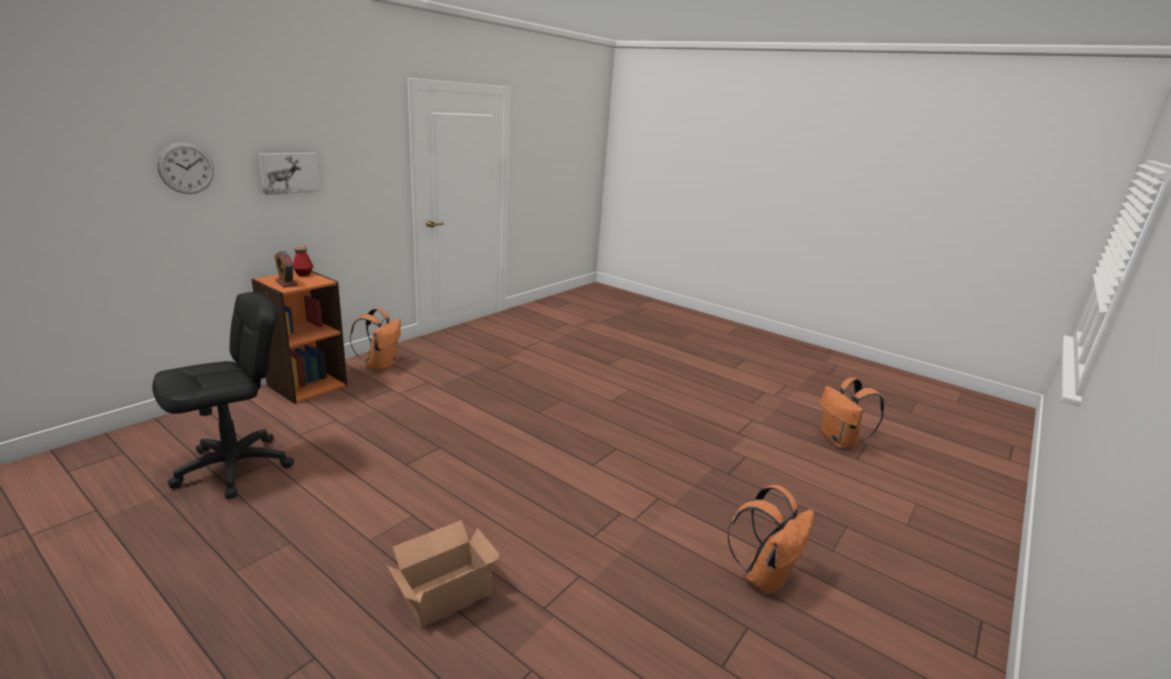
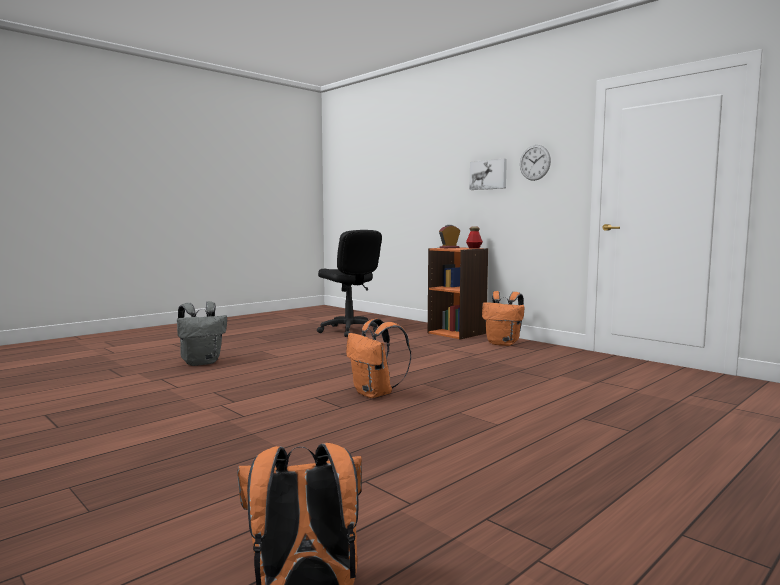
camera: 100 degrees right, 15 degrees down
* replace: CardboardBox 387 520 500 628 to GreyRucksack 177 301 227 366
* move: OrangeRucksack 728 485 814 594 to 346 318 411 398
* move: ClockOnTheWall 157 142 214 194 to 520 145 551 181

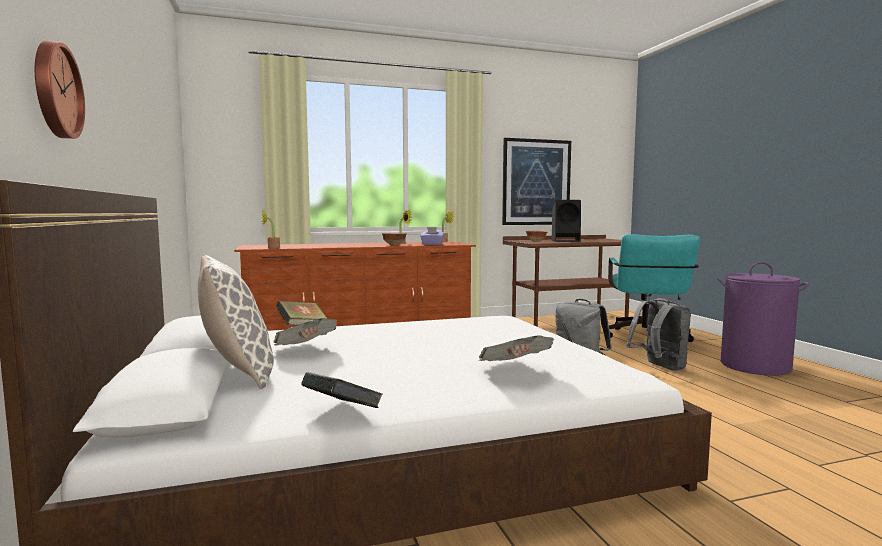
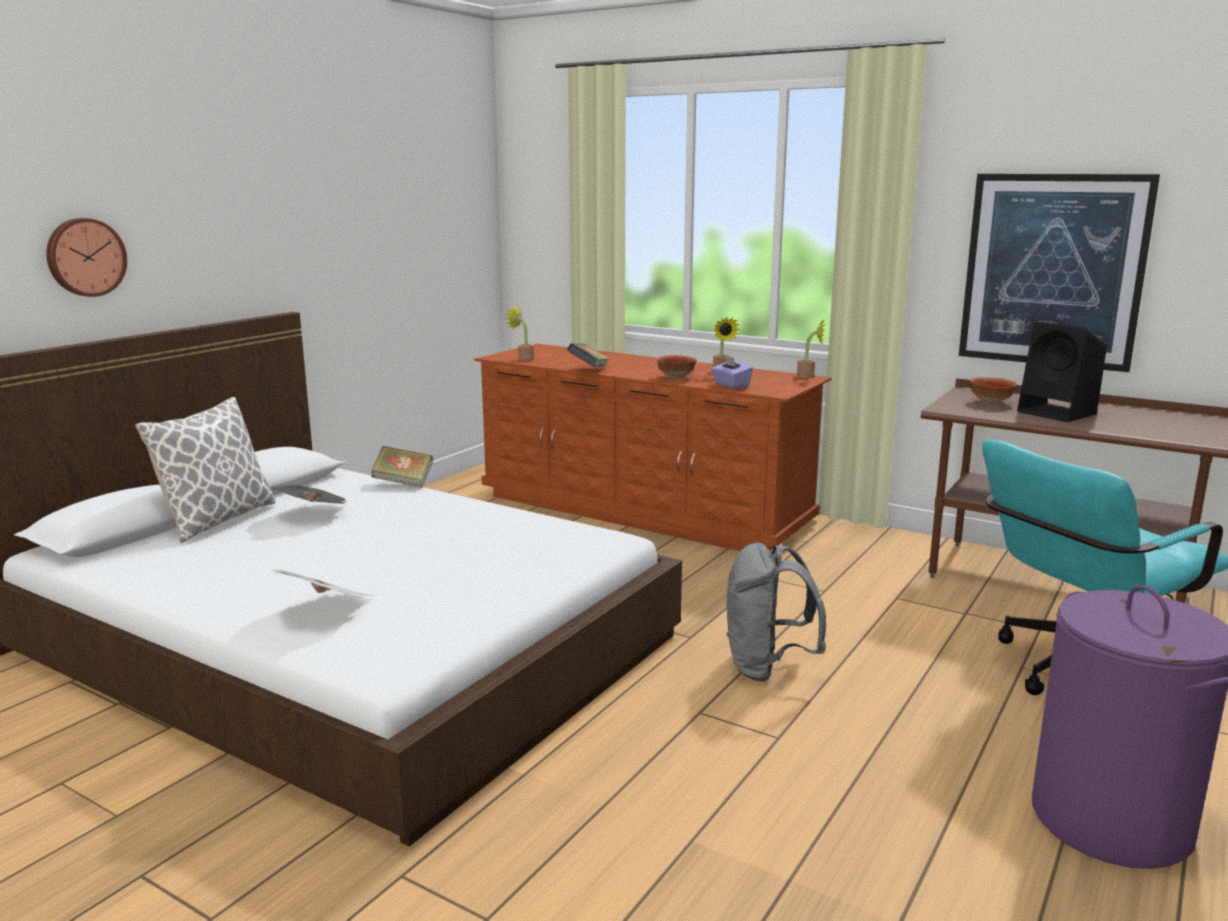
camera: 50 degrees right, 10 degrees up
* move: BoundBook 301 372 383 408 to 567 343 609 367
* delete: GreyRucksack 626 298 691 371

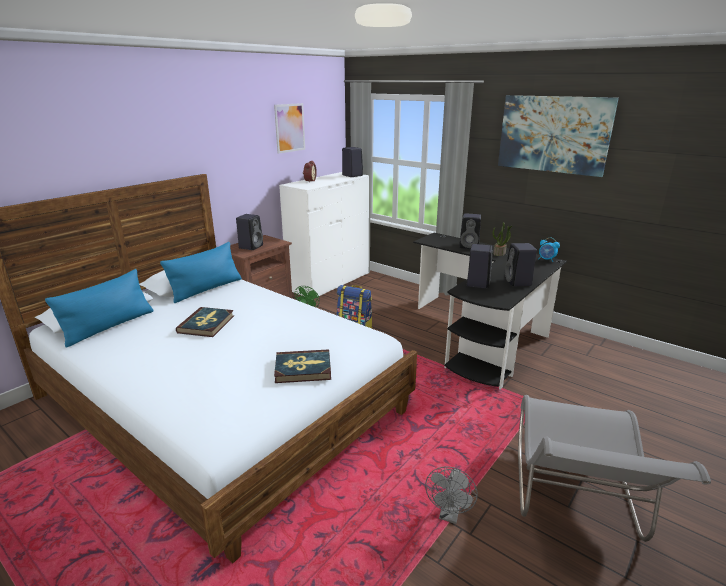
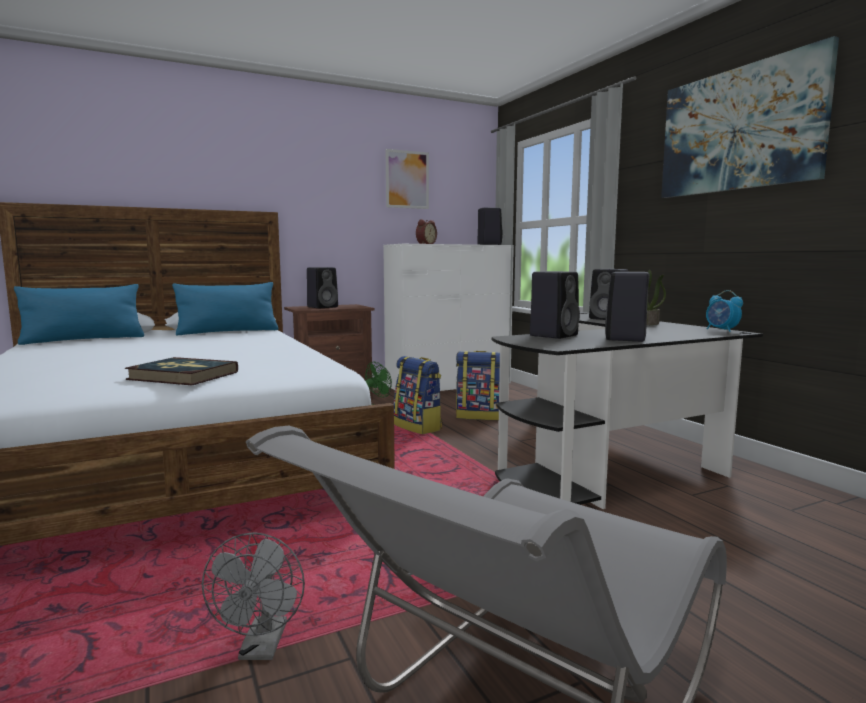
camera: 25 degrees right, 15 degrees down
* rotate: GreyCoolingFan 425 467 478 524 = 202 532 305 660 45 degrees counterclockwise
* insert: Rucksack 456 351 500 420
* delete: BoundBook 176 307 234 337

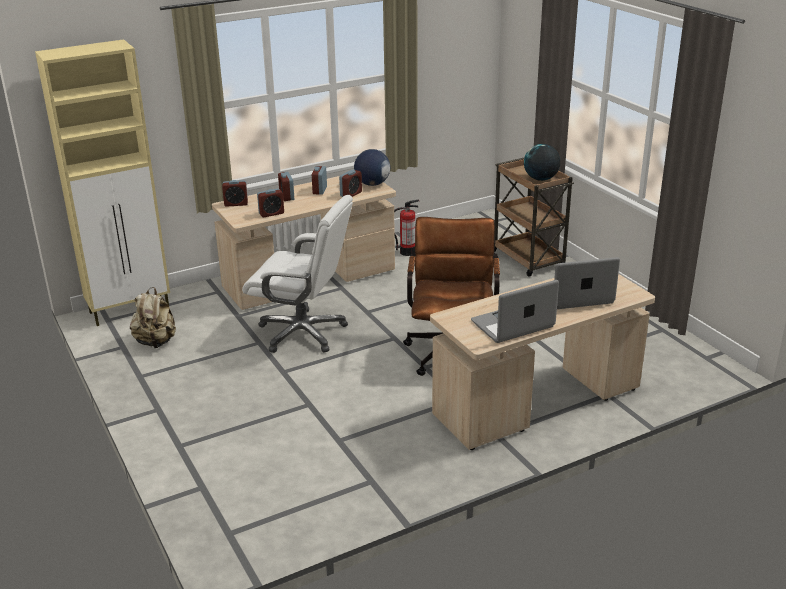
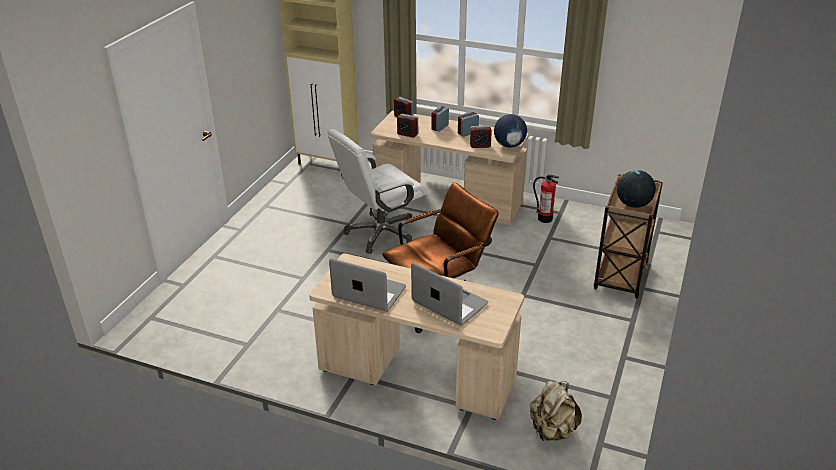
camera: 50 degrees right, 5 degrees up
* rotate: WhiteDeskChair 242 195 353 353 = 327 129 427 254 75 degrees clockwise
* move: SandColouredRucksack 130 287 176 348 to 530 380 582 441

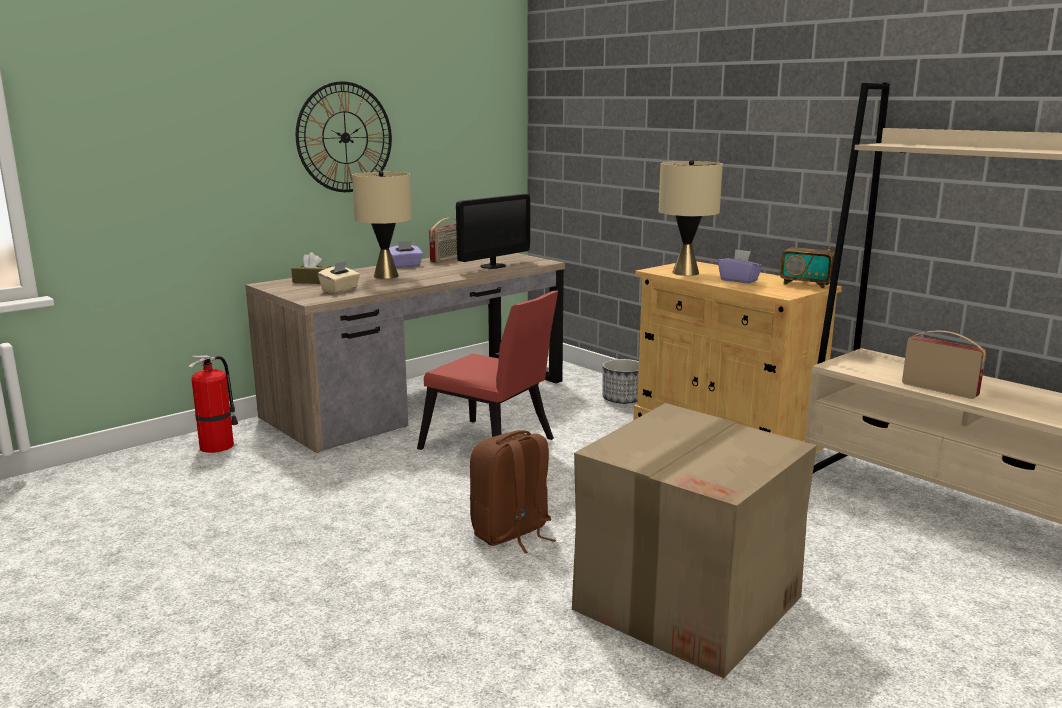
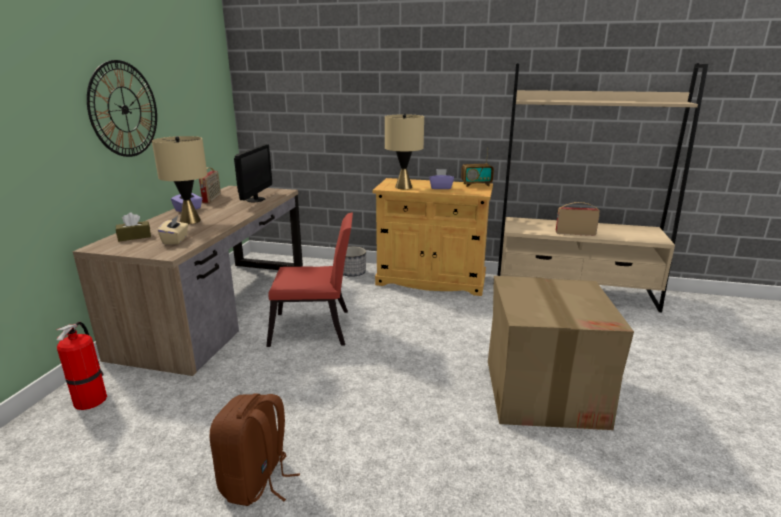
camera: 35 degrees left, 5 degrees up
* move: BrownColouredRucksack 470 430 556 553 to 210 393 300 506

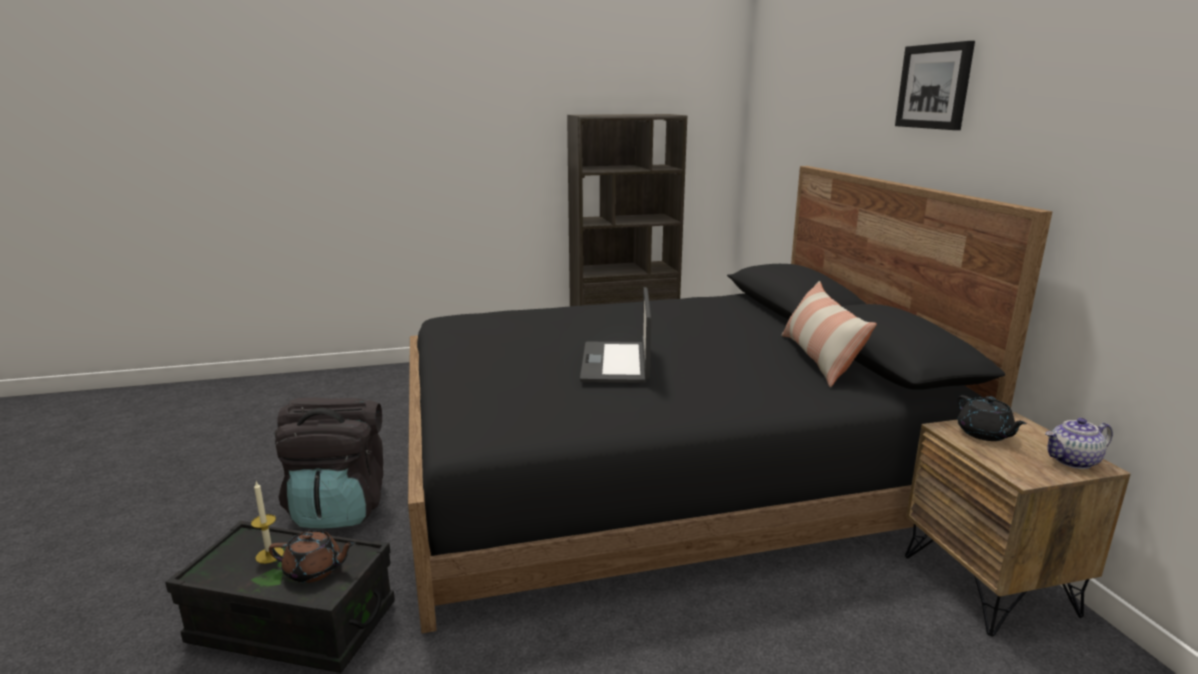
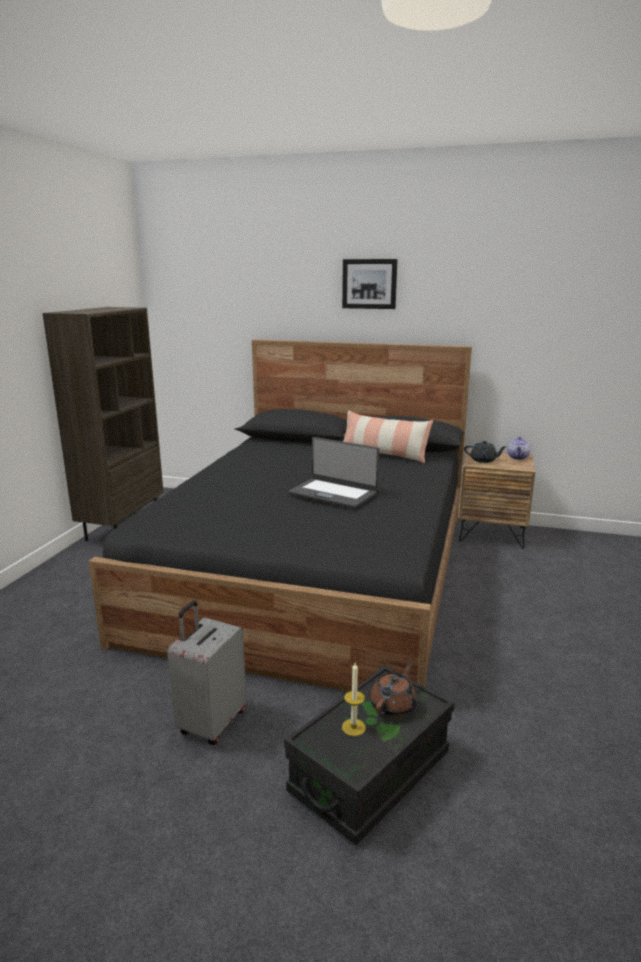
camera: 60 degrees left, 0 degrees up
* replace: BlackRucksack 274 397 383 528 to GreyTravelCase 167 600 246 745

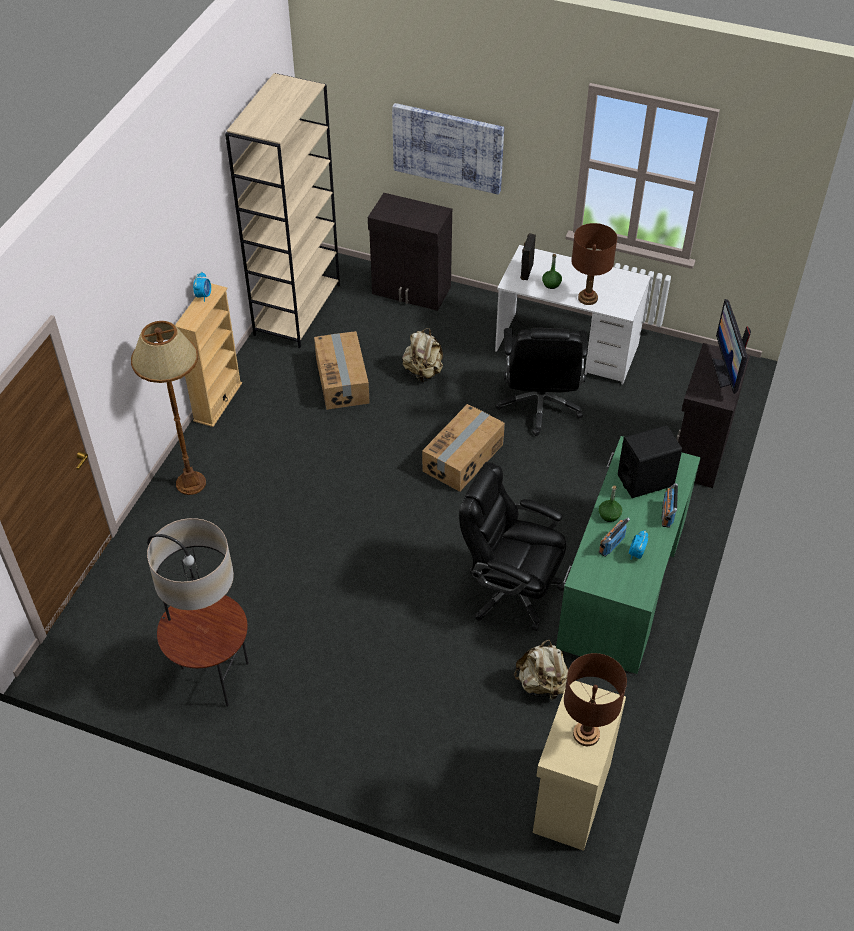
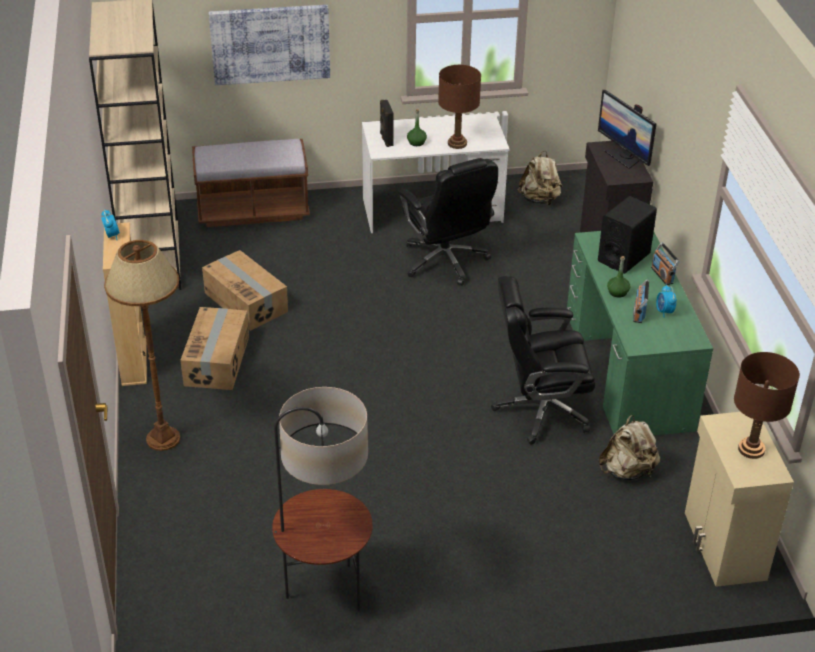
camera: 30 degrees left, 10 degrees down
* move: CardboardBox 422 404 505 492 to 180 307 249 390
* replace: BlackCupboard 368 193 452 311 to BrownColouredIndoorBench 192 139 310 227
* move: SandColouredRucksack 402 328 443 382 to 518 151 563 205

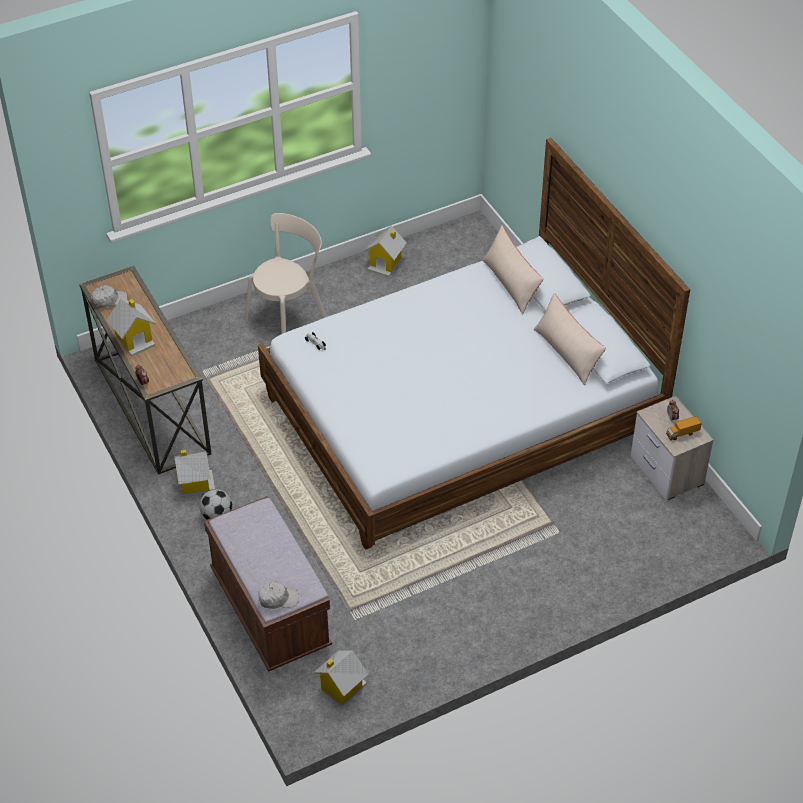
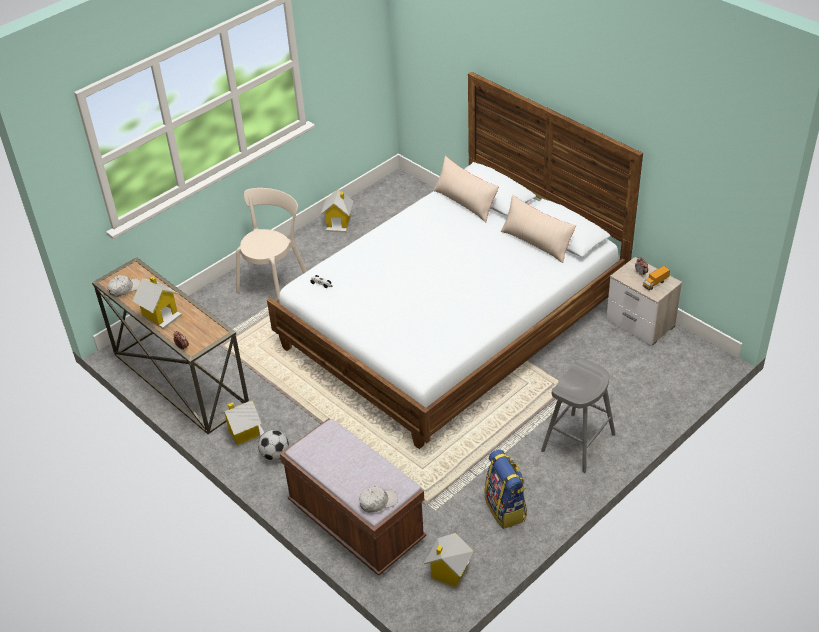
camera: 15 degrees left, 5 degrees down
* insert: Rucksack 484 449 527 529
* insert: GreyStoolSeat 541 359 616 473

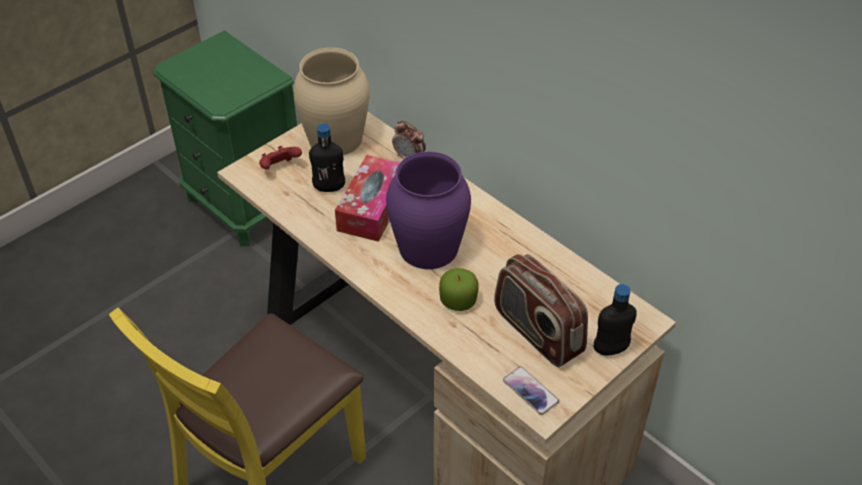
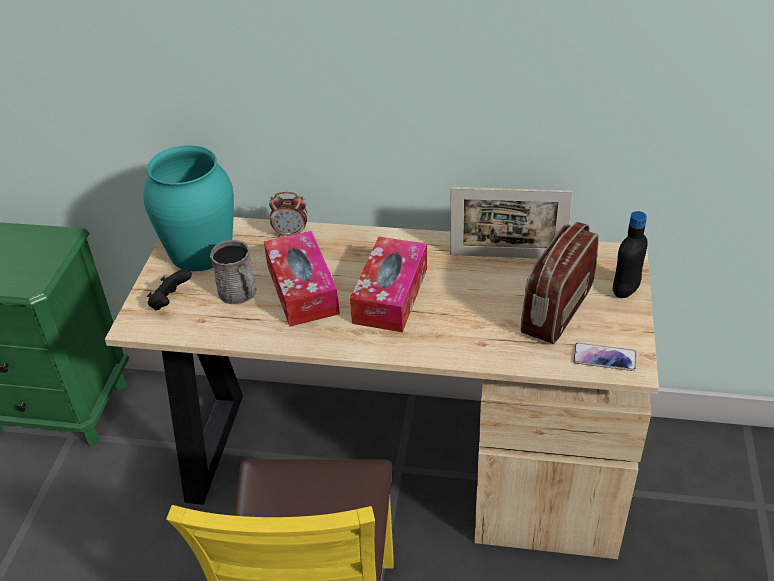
camera: 35 degrees left, 5 degrees down
* recolor: SandColouredFlowerVase 293 48 370 155 to BlueGreenFlowerVase 143 145 234 271
* recolor: ReddishGamepad 259 146 302 169 to BlackGamepad 147 269 192 310
* replace: BlackBeverageBottle 309 123 345 192 to GreyTeaMug 210 240 256 304
* replace: PurpleColouredFlowerVase 386 152 471 269 to BoxOfTissues 350 237 427 332
* insert: StandingFrame 450 187 573 258
* rotate: RadioReceiver 494 254 588 367 = 521 222 599 344 105 degrees clockwise
* delete: WholeApple 439 268 479 311

